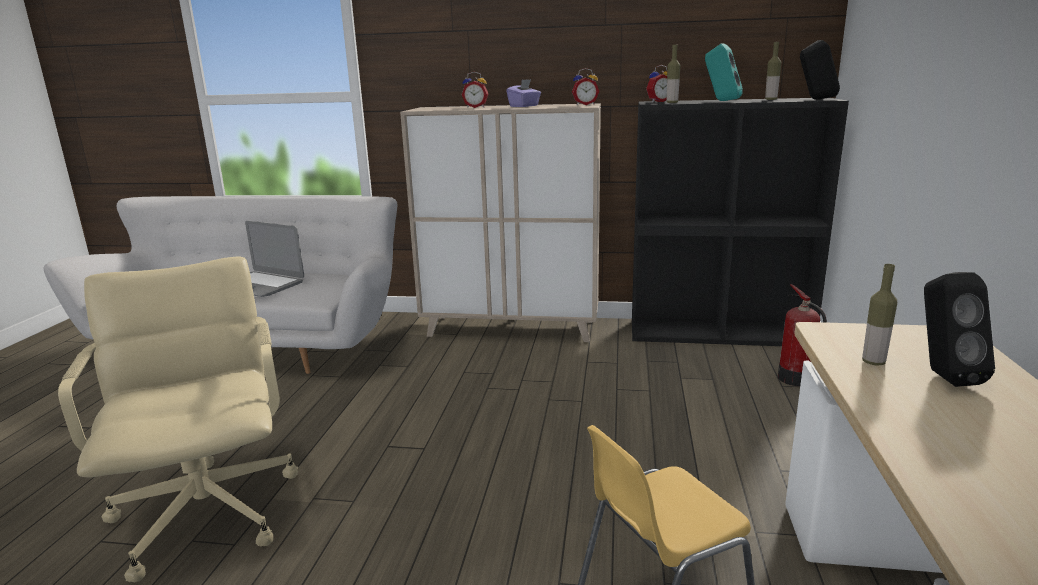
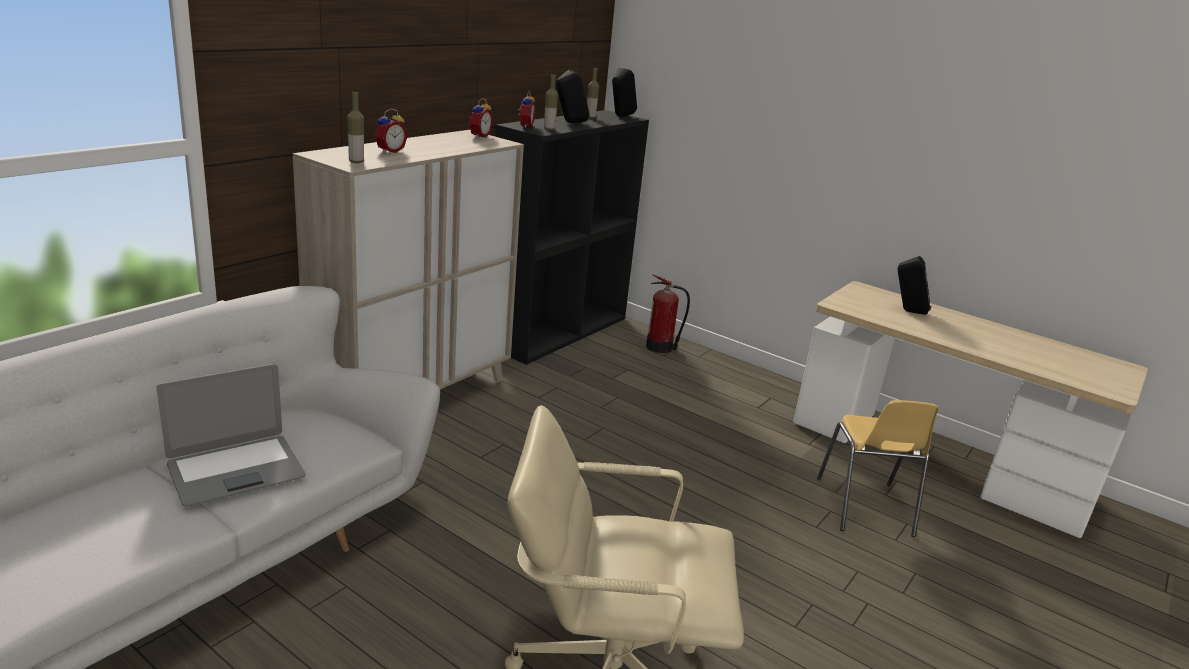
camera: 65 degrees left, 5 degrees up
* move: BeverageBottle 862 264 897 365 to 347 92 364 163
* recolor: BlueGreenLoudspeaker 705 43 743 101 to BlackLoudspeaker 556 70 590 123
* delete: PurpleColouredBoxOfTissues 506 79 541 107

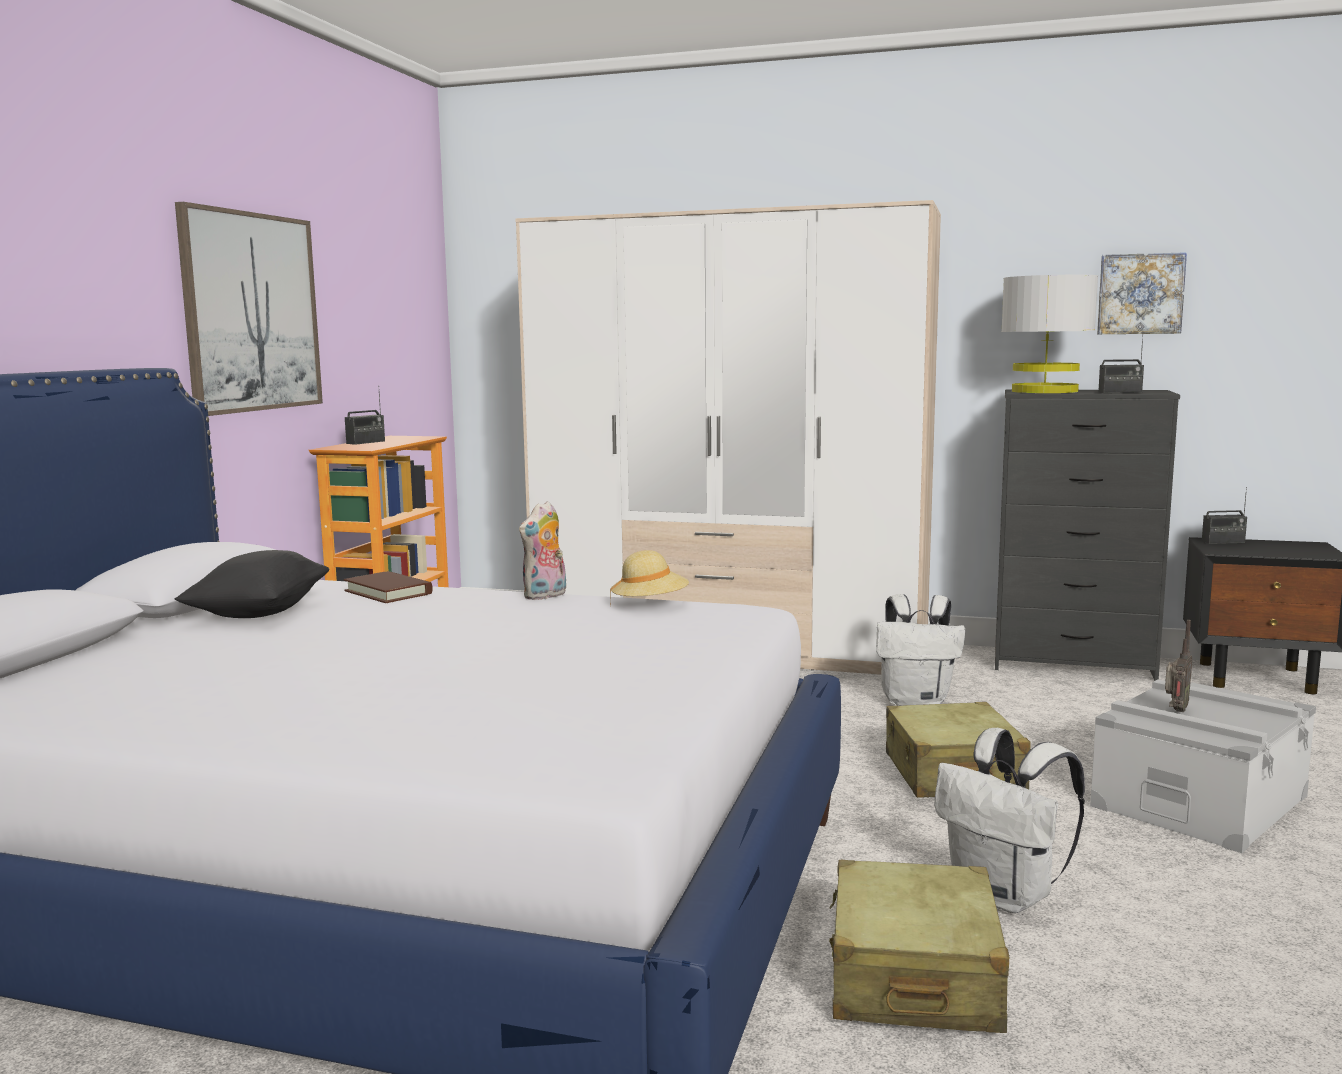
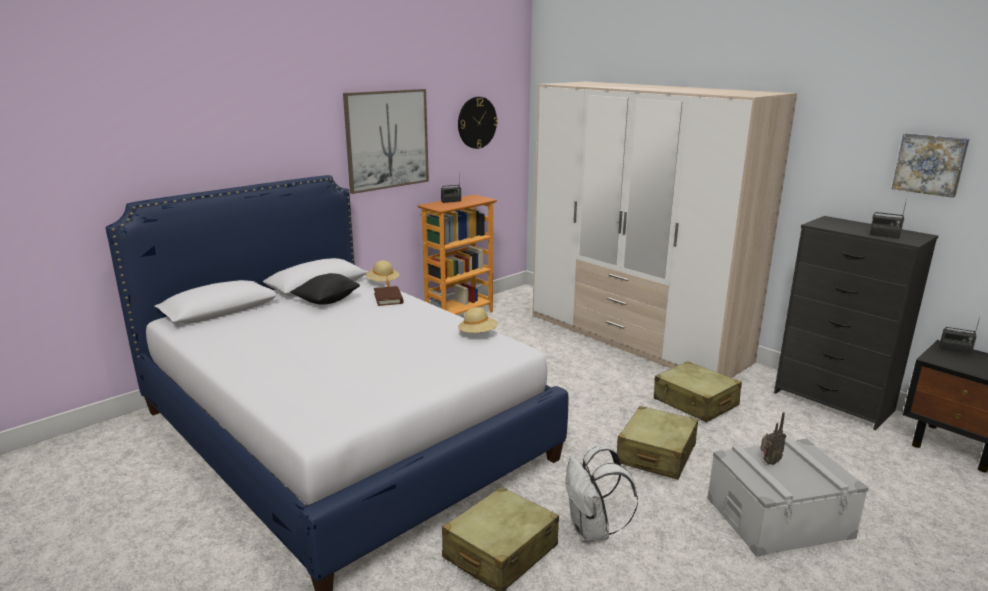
camera: 30 degrees right, 10 degrees up
* insert: SandColouredWearableHat 366 260 399 287
* insert: ClockOnTheWall 458 97 498 149
* replace: WhiteRucksack 876 594 965 706 to SandColouredTravelCase 654 361 742 422
* delete: SoftToy 519 501 566 600
* delete: GreyTabletopLamp 1001 275 1098 393

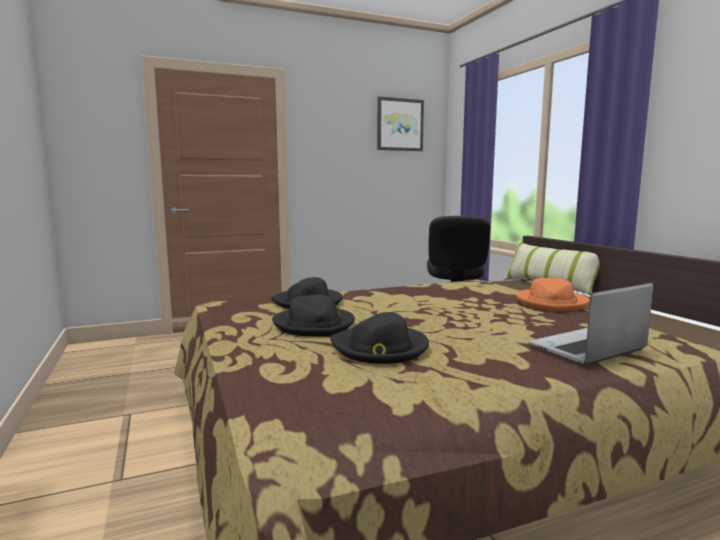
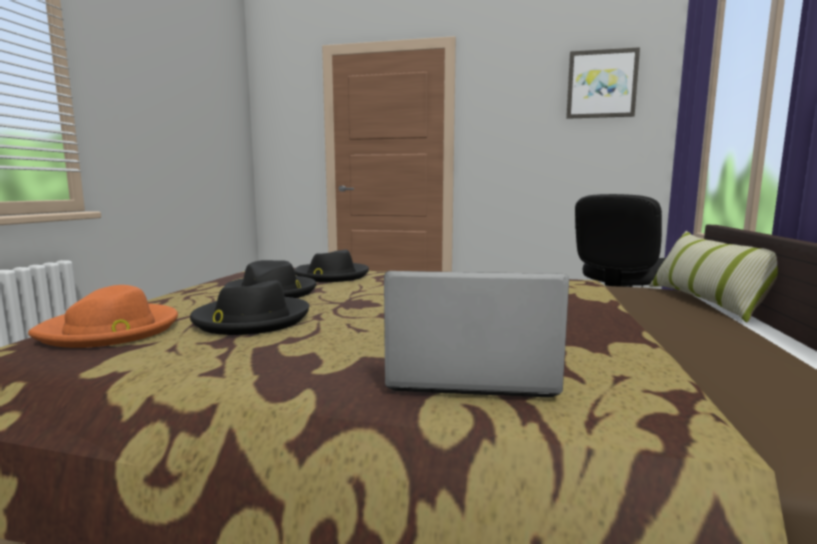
camera: 35 degrees right, 0 degrees up
* move: OrangeWearableHat 515 278 590 312 to 28 285 178 348

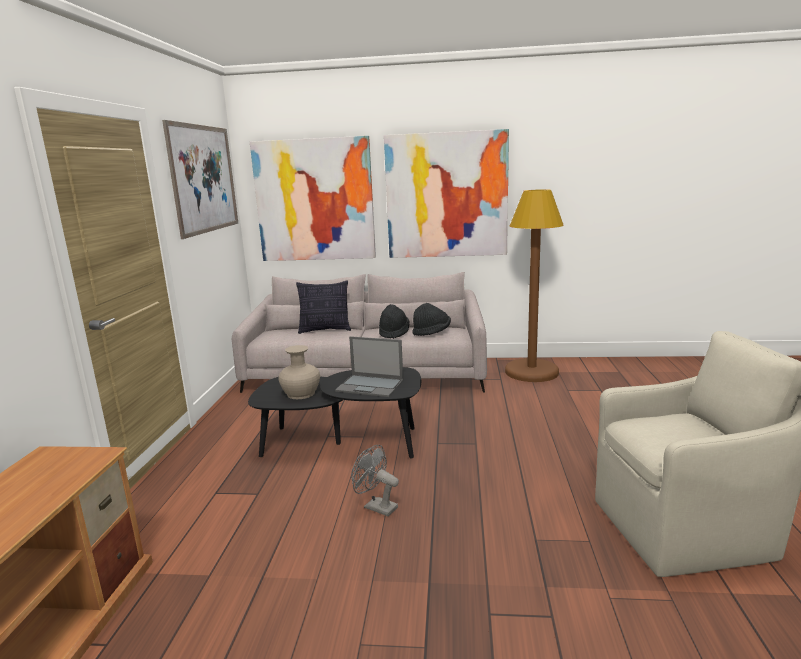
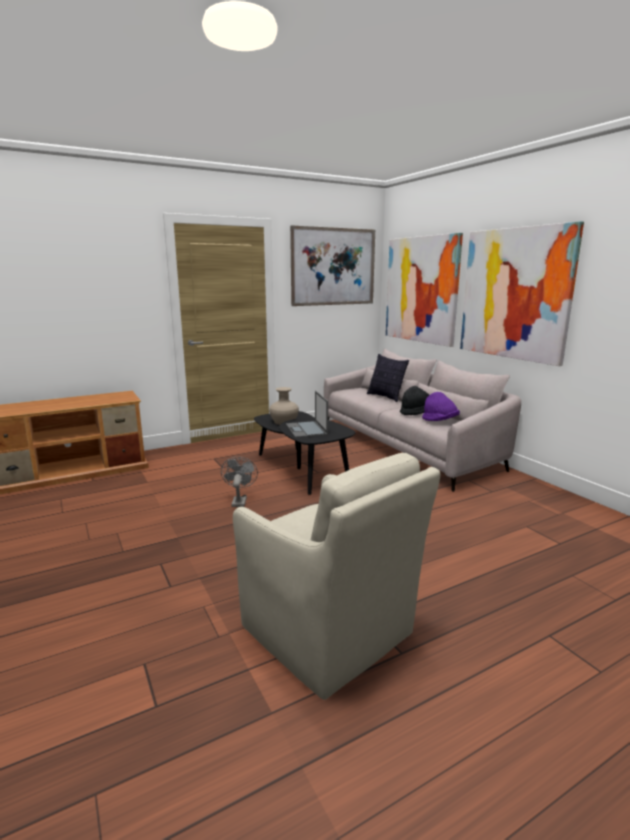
camera: 55 degrees right, 0 degrees up
* recolor: BlackWearableHat 412 303 451 336 to PurpleColouredWearableHat 422 392 460 421
* delete: BrownColouredStandardLamp 505 189 563 382

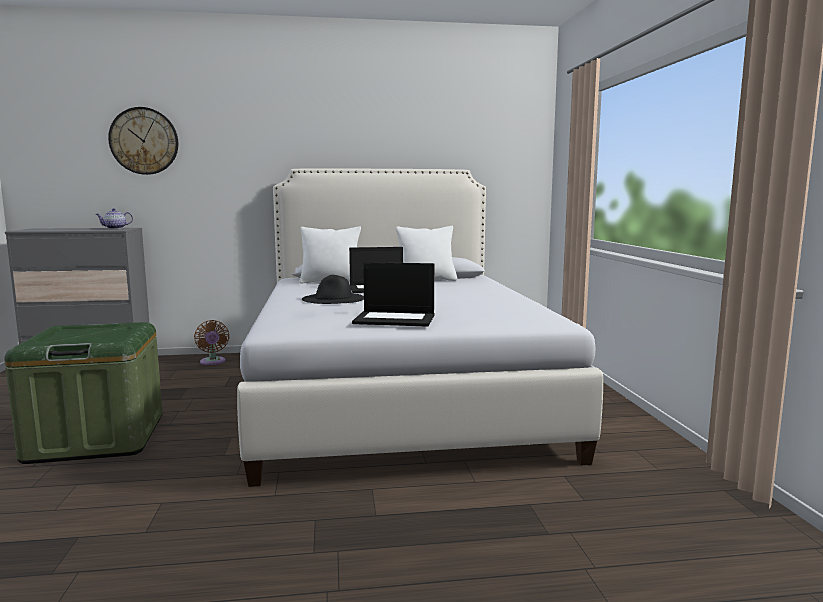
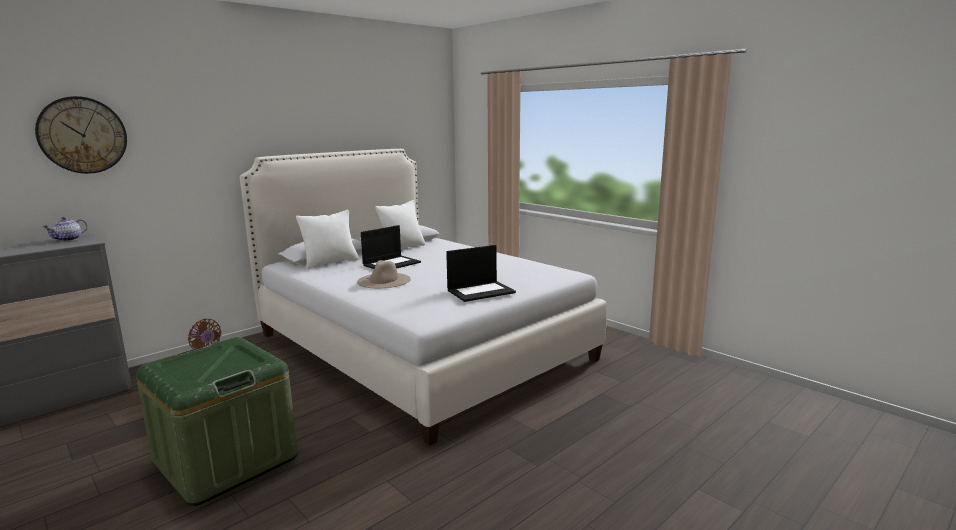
camera: 35 degrees left, 5 degrees up
* recolor: BlackWearableHat 302 275 364 304 to SandColouredWearableHat 357 260 411 288

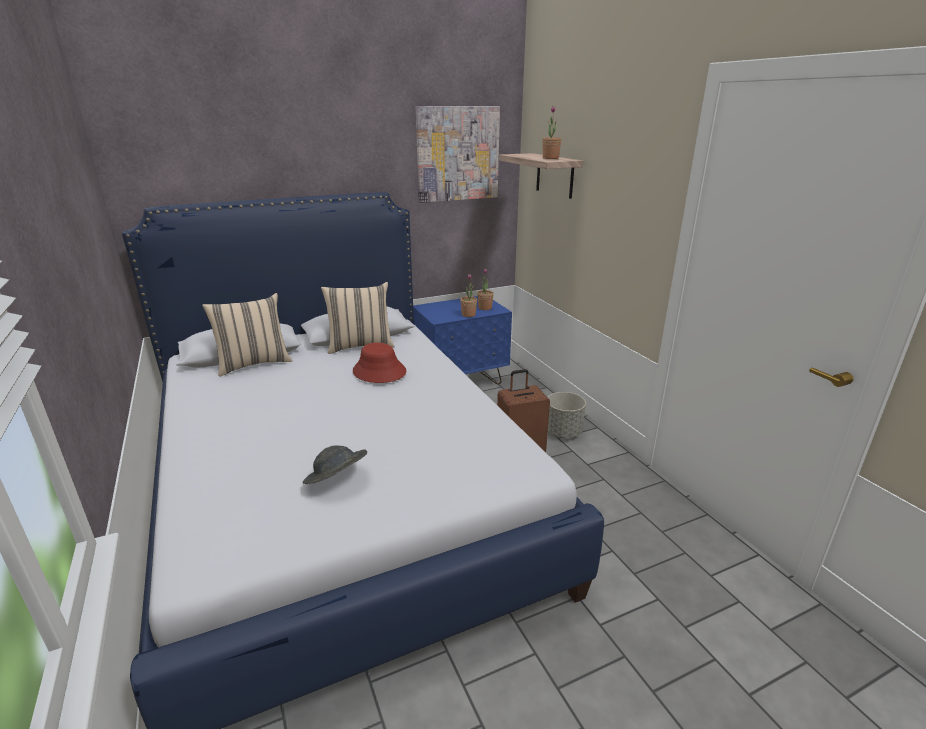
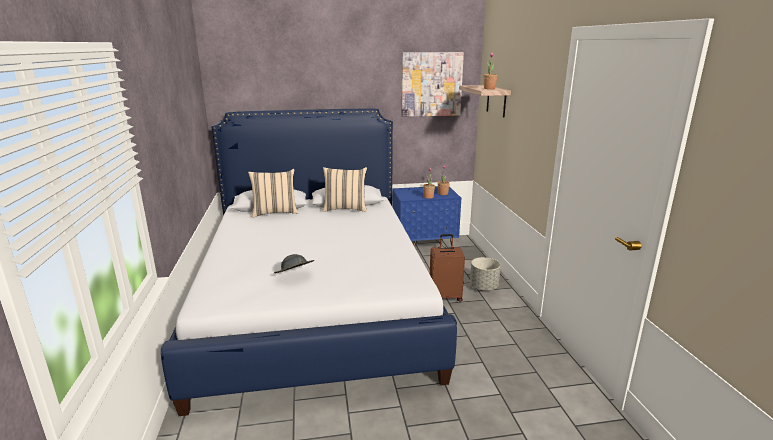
camera: 15 degrees right, 5 degrees down
* delete: ReddishWearableHat 353 343 406 383

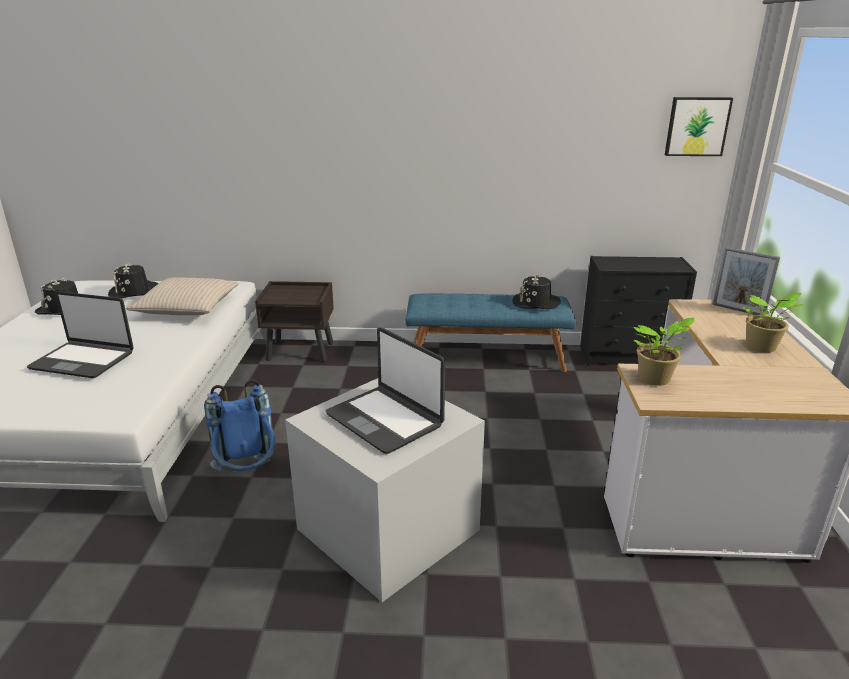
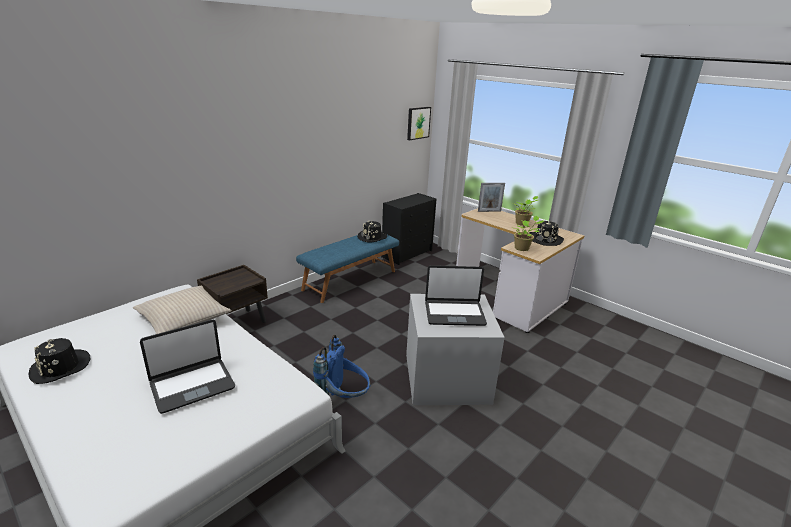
camera: 50 degrees left, 0 degrees up
* move: BlackWearableHat 108 264 158 298 to 529 221 564 246

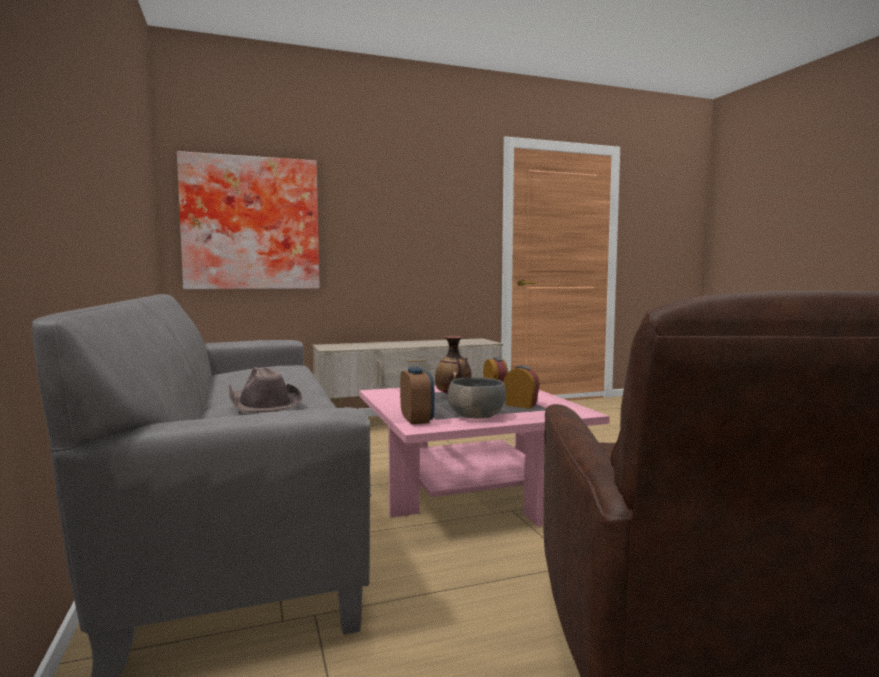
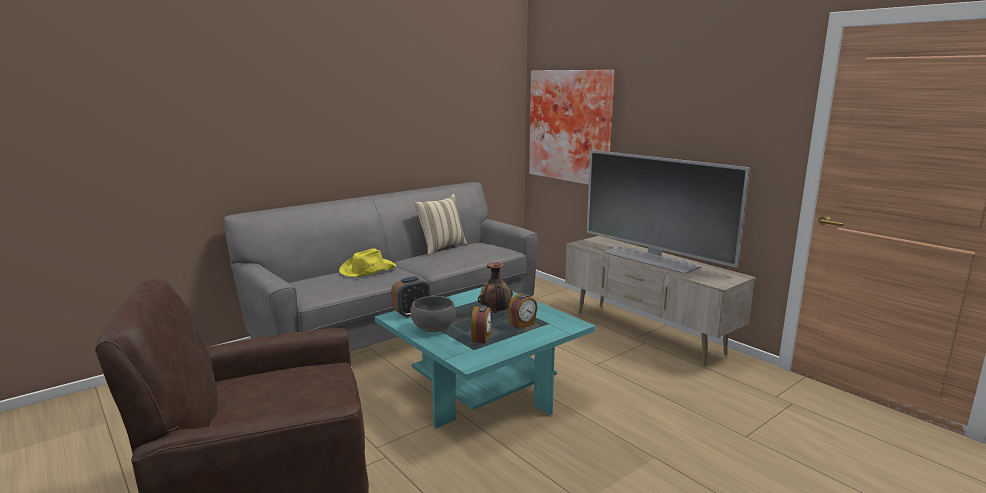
camera: 70 degrees right, 10 degrees up
* recolor: BrownColouredWearableHat 229 367 302 412 to YellowColouredWearableHat 339 248 397 277
* recolor: PinkishCoffeeTable 359 385 610 527 to BlueGreenCoffeeTable 375 287 596 429
* insert: SandColouredPillow 414 194 467 255
* insert: Television 587 150 750 274

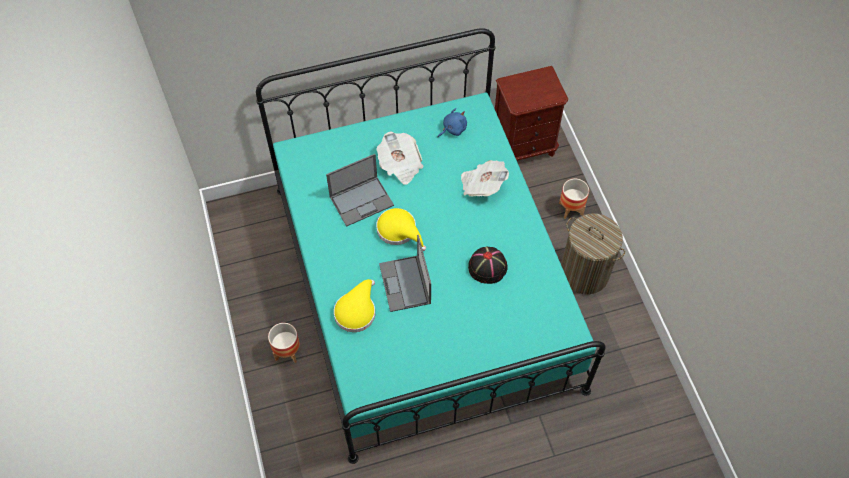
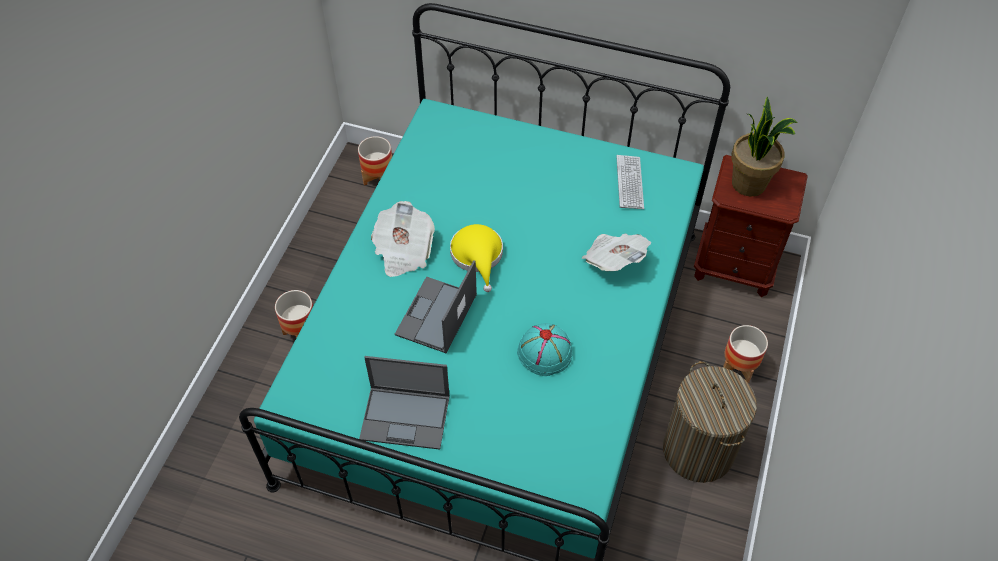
camera: 35 degrees right, 5 degrees down
* insert: FlowerPot 358 136 392 186
* move: Laptop 326 154 394 227 to 359 356 450 450
* move: DailyPaper 377 131 424 185 to 371 201 435 277
* recolor: BlackWearableHat 468 247 508 284 to BlueGreenWearableHat 517 323 573 376
* replace: BlueSoftToy 438 108 467 137 to ComputerKeyboard 616 155 644 209
* insert: Houseplant 731 96 797 197
* delete: YellowColouredWearableHat 334 279 375 332

